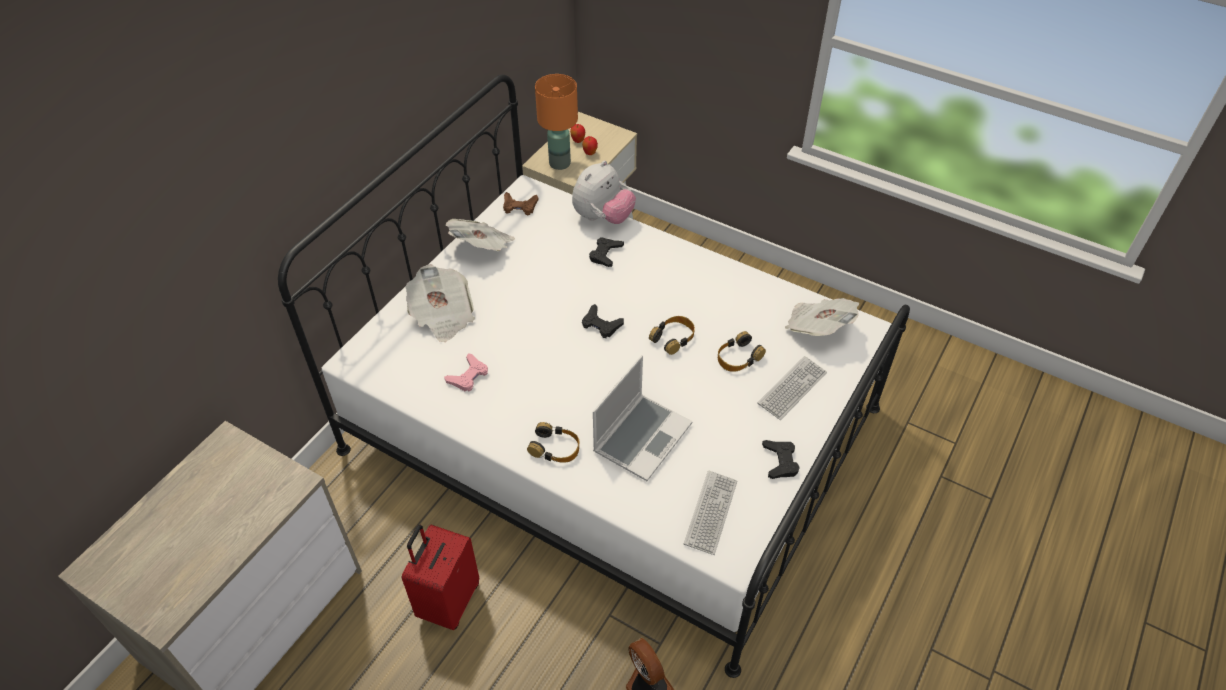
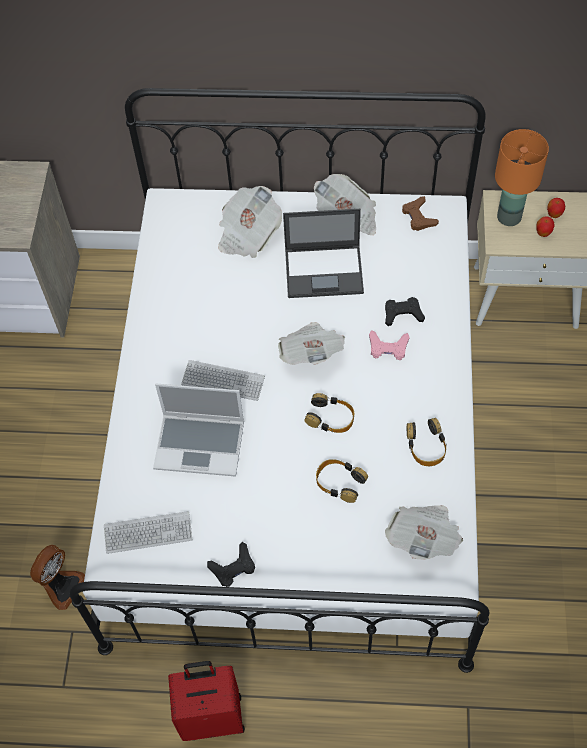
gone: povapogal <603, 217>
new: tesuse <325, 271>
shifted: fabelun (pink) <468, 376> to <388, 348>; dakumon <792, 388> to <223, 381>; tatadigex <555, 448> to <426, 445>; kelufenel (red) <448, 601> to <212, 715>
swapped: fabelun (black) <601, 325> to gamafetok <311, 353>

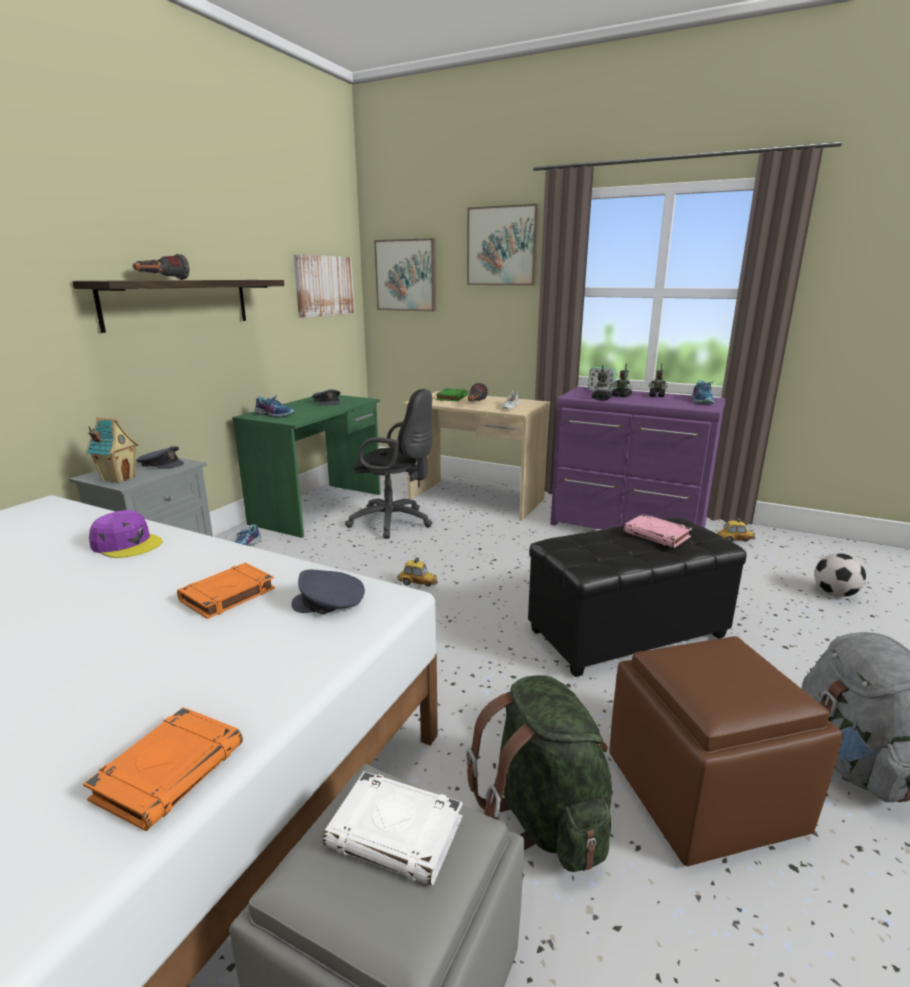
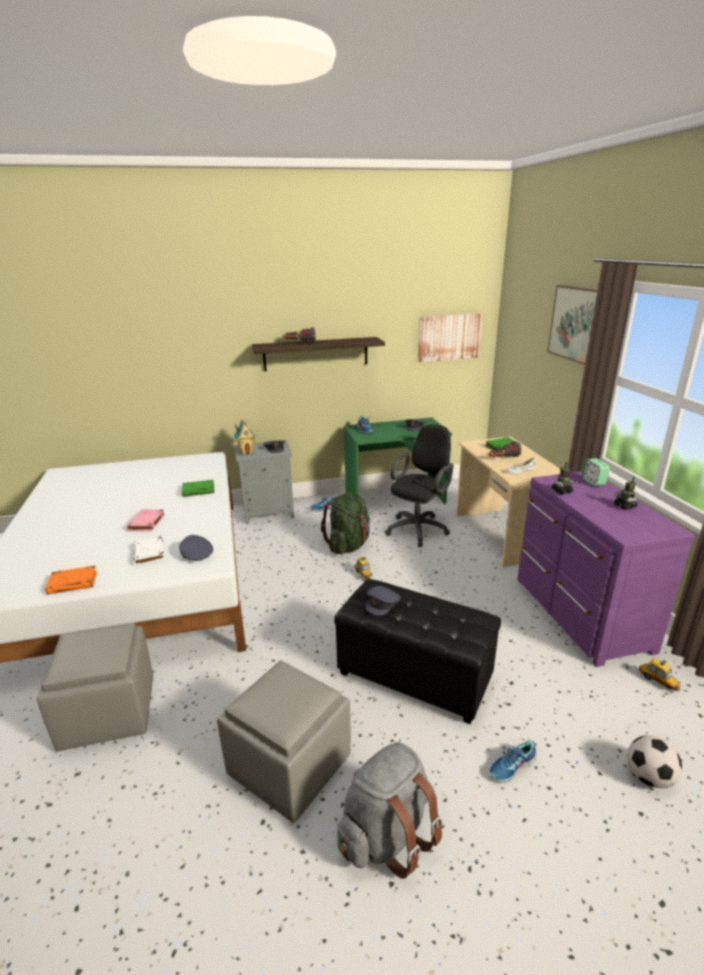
gone: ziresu <406, 275>; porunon <621, 396>; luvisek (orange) <227, 595>
new: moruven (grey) <382, 603>
shifted: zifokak <702, 401> to <513, 767>; luvisek (pink) <657, 535> to <146, 523>; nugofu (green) <544, 817> to <348, 545>; luvisek (white) <397, 833> to <149, 553>
swapped: moruven (purple) <127, 544> to luvisek (green) <199, 490>
repainted: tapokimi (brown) <702, 795> to tapokimi (grey) <288, 765>
rotated: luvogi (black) <394, 522> = <419, 528> 120 degrees counterclockwise

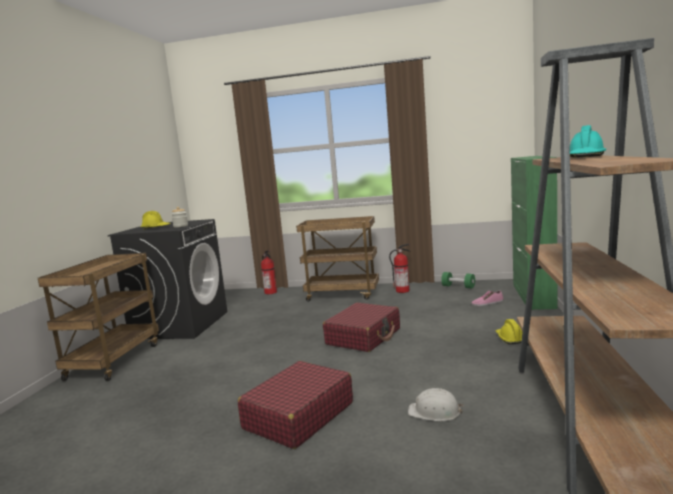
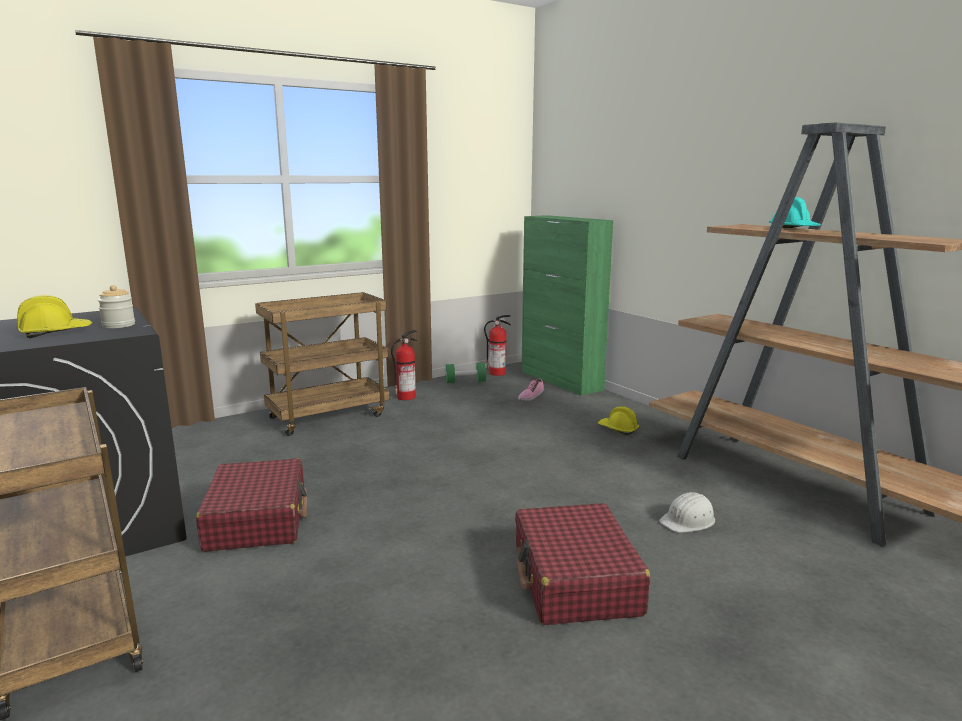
shifted: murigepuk <271, 292> to <498, 373>; kelufenel (red) <364, 337> to <257, 519>

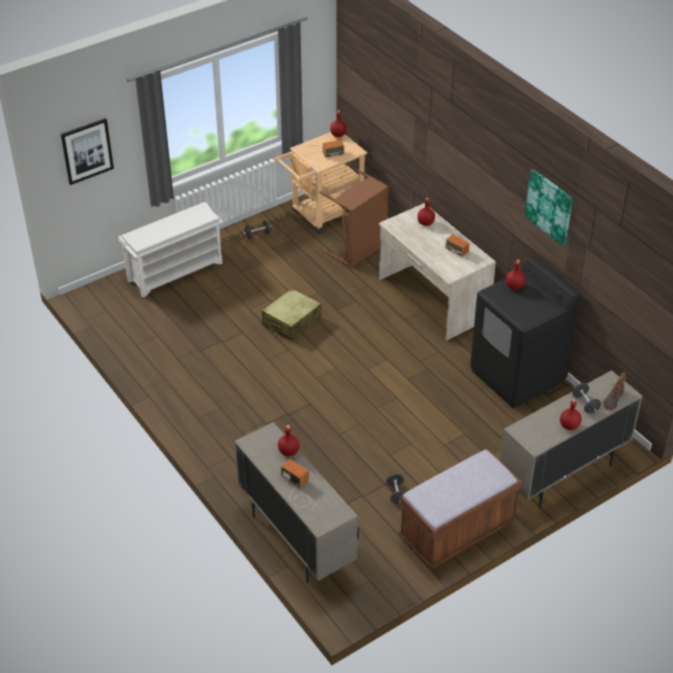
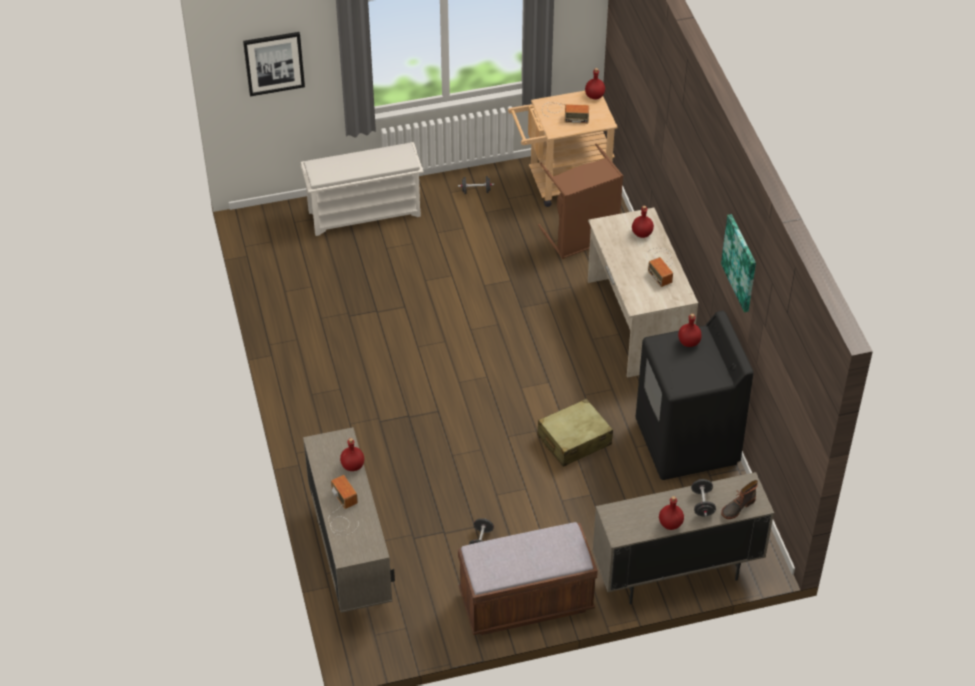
shifted: kelufenel (beige) <291, 321> to <574, 440>

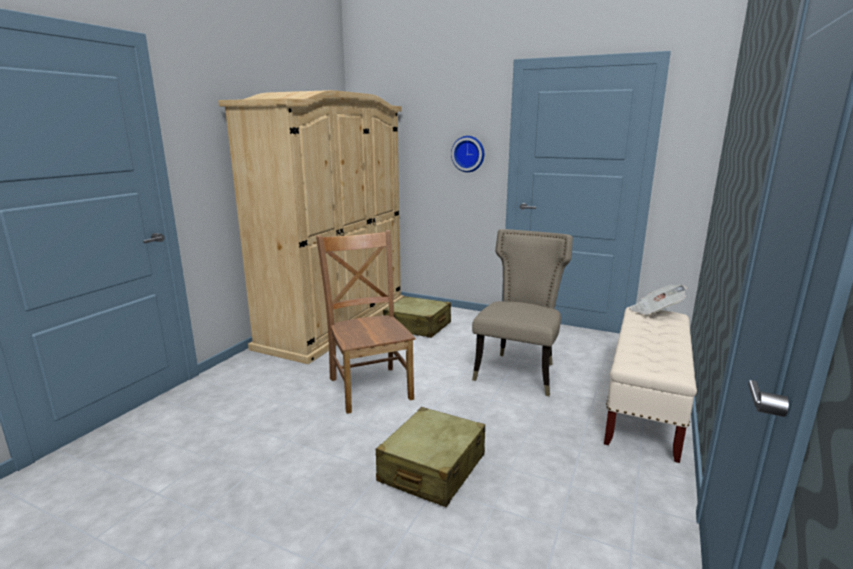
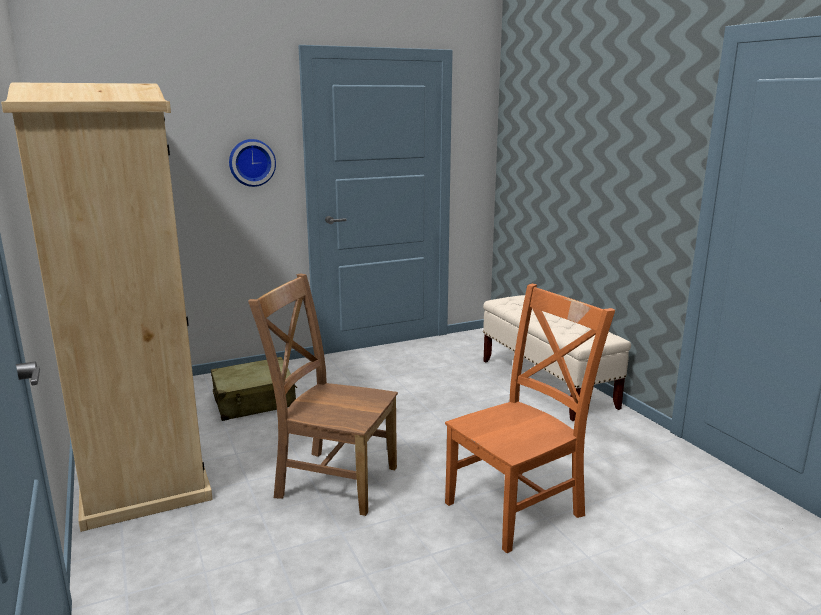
gone: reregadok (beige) <519, 371>; gamafetok <655, 312>
swapped: kelufenel (beige) <432, 469> to reregadok (orange) <518, 507>

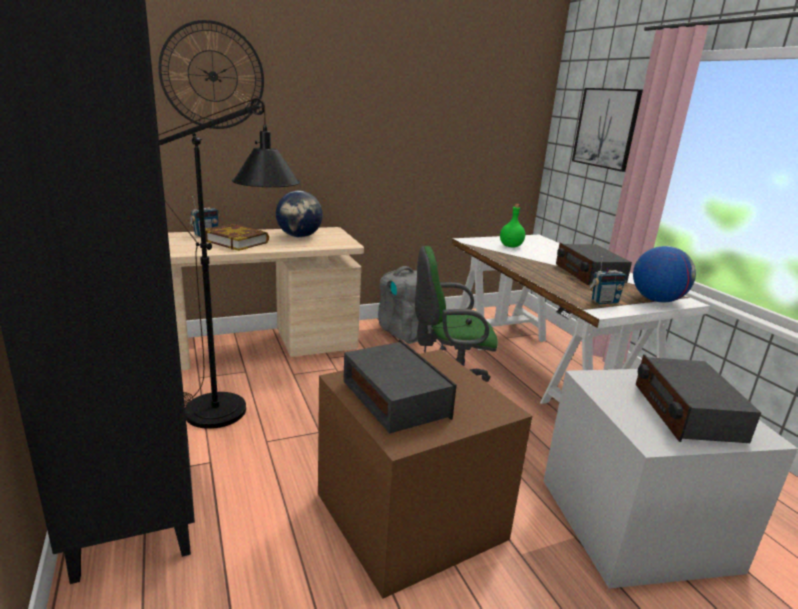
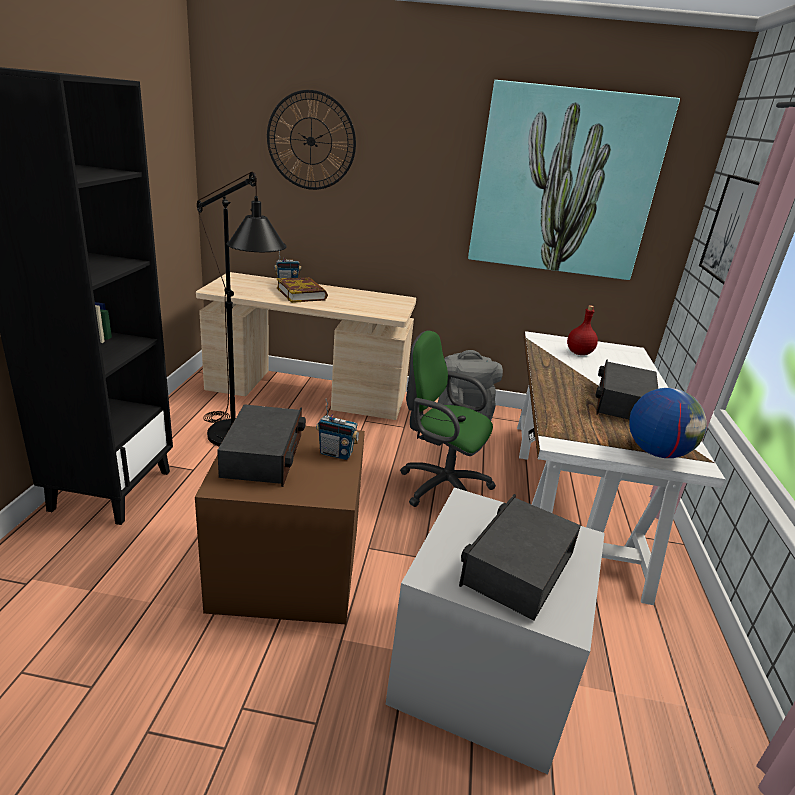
gone: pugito <299, 236>
new: ziresu <564, 183>
shifted: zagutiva <604, 301> to <336, 453>
repainted: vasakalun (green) <511, 246> to vasakalun (red) <579, 353>

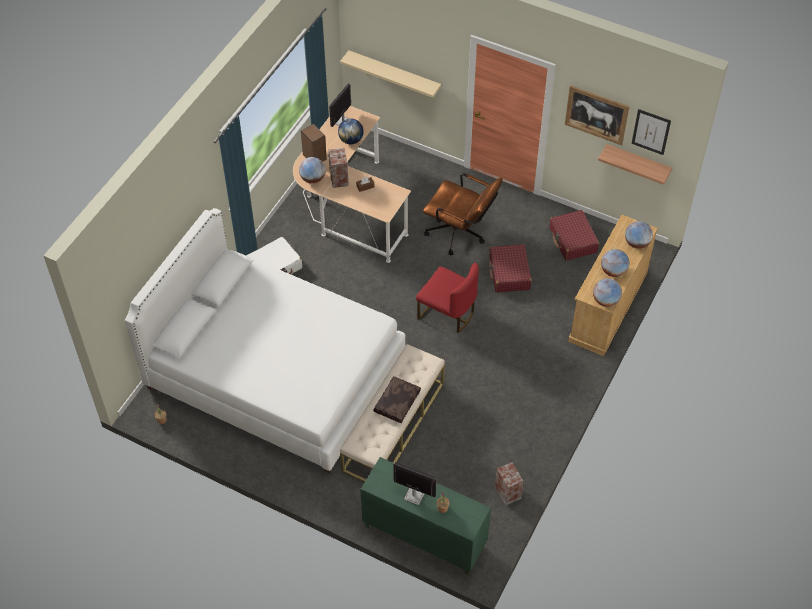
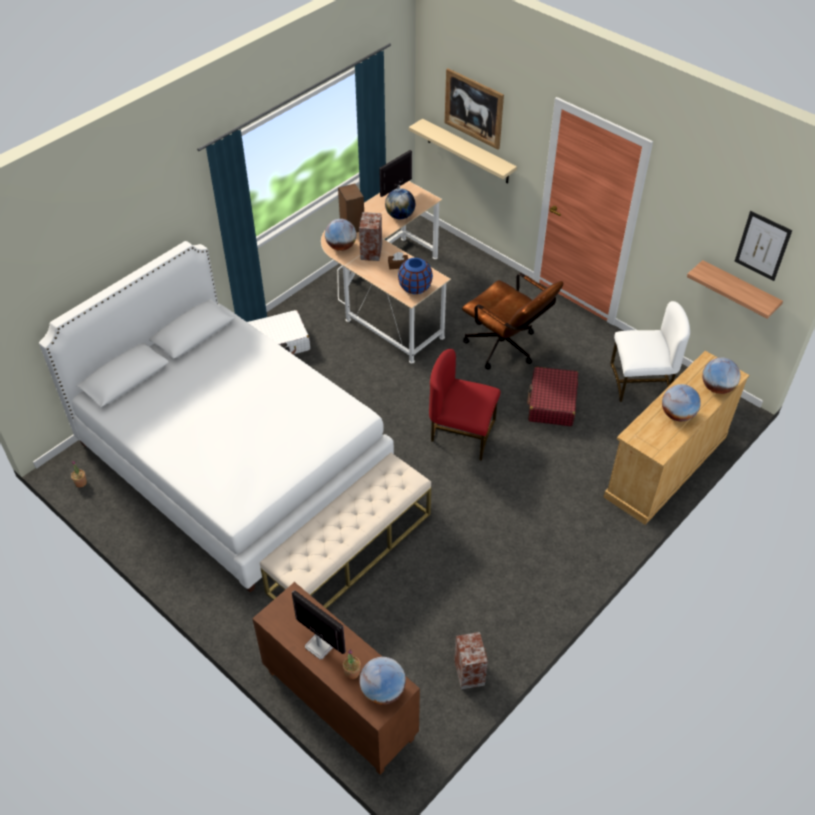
gone: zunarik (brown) <396, 402>
new: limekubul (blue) <415, 288>
shifted: ziresu <596, 114> to <473, 108>; pugito <605, 301> to <382, 691>
swapped: kelufenel (red) <573, 240> to reregadok (white) <641, 381>
repainted: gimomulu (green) <423, 536> to gimomulu (brown) <338, 705>
rotated: reregadok (red) <447, 313> = <462, 433> 150 degrees clockwise

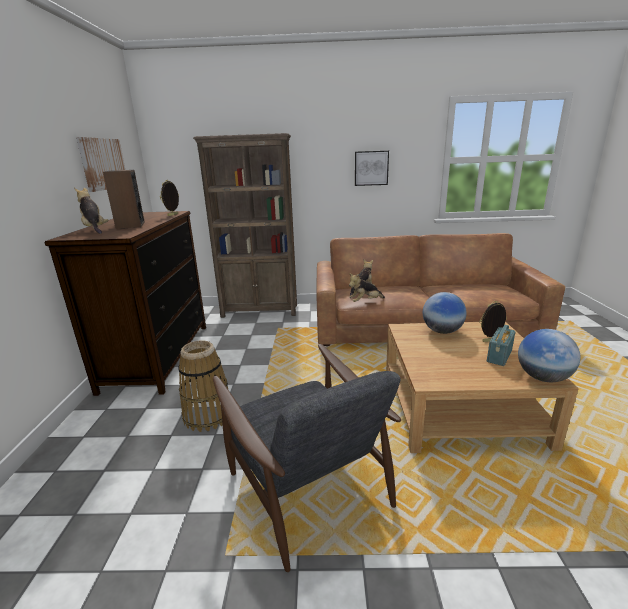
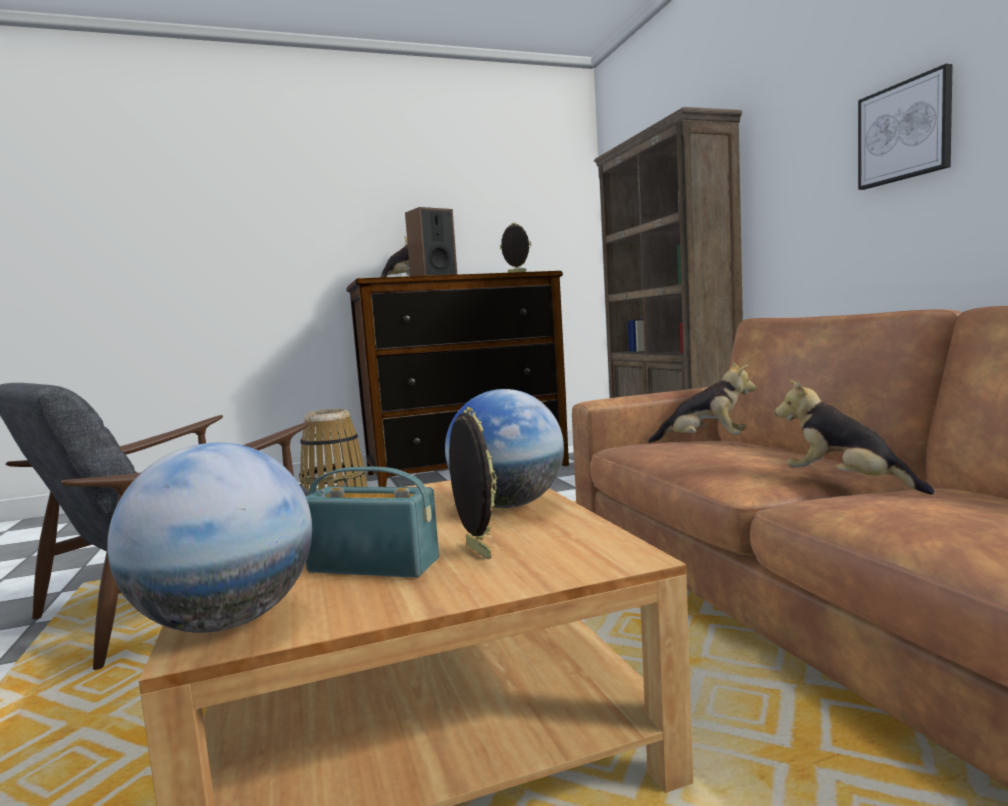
gone: ziresu <103, 164>
shifted: povapogal <365, 302> to <846, 483>

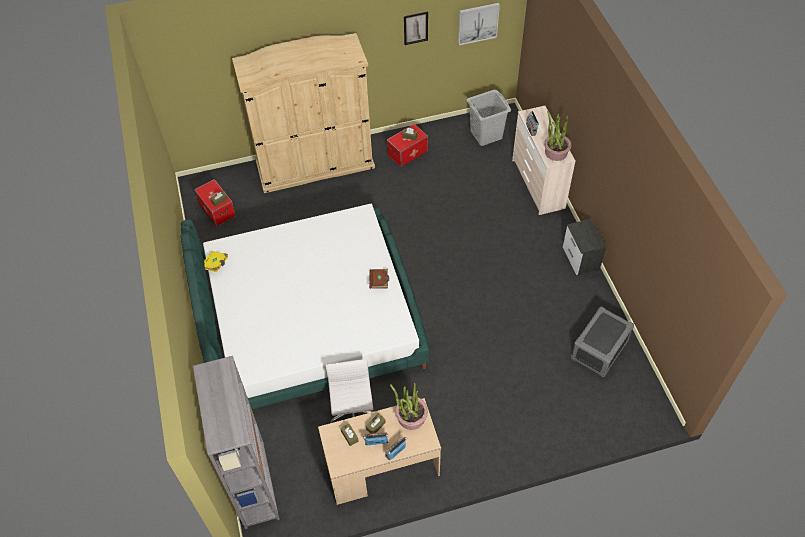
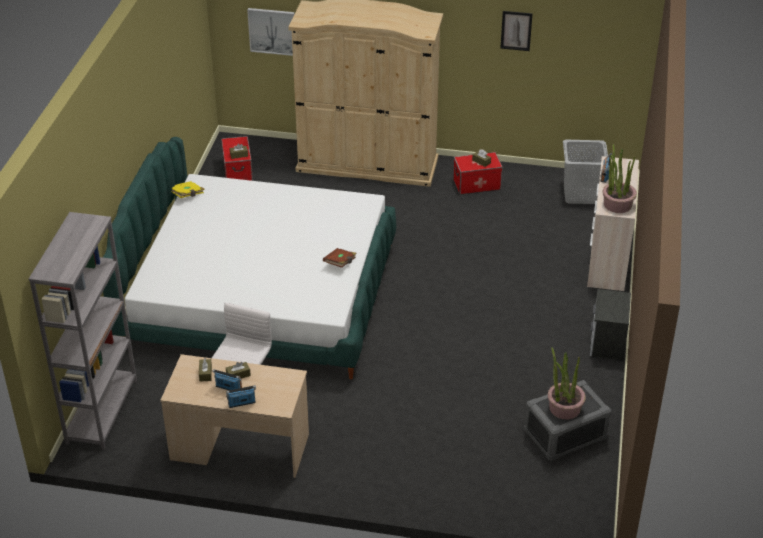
shifted: ziresu <478, 23> to <272, 31>; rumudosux <411, 417> to <564, 408>

